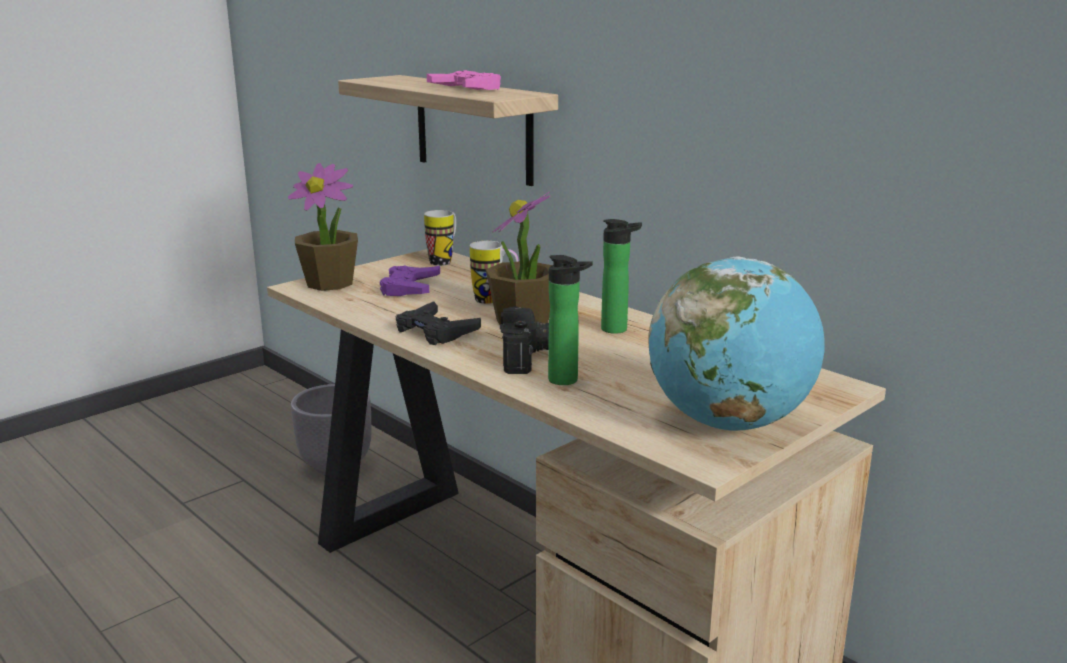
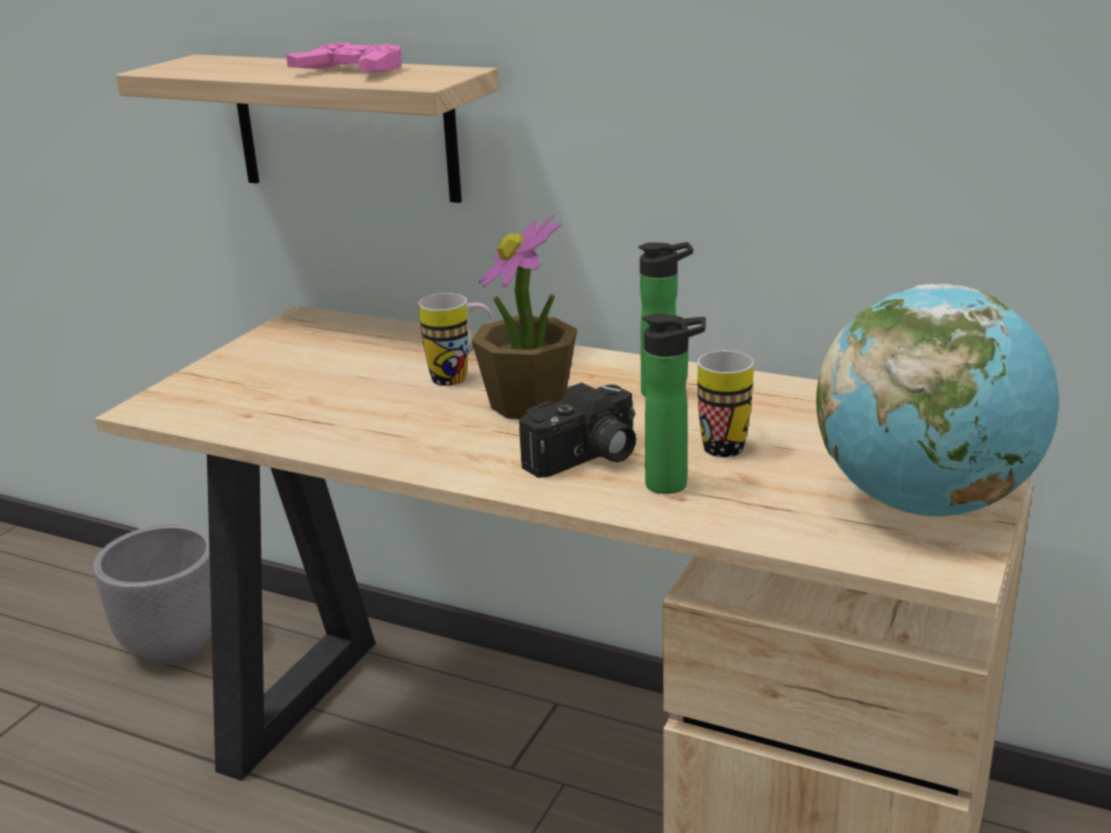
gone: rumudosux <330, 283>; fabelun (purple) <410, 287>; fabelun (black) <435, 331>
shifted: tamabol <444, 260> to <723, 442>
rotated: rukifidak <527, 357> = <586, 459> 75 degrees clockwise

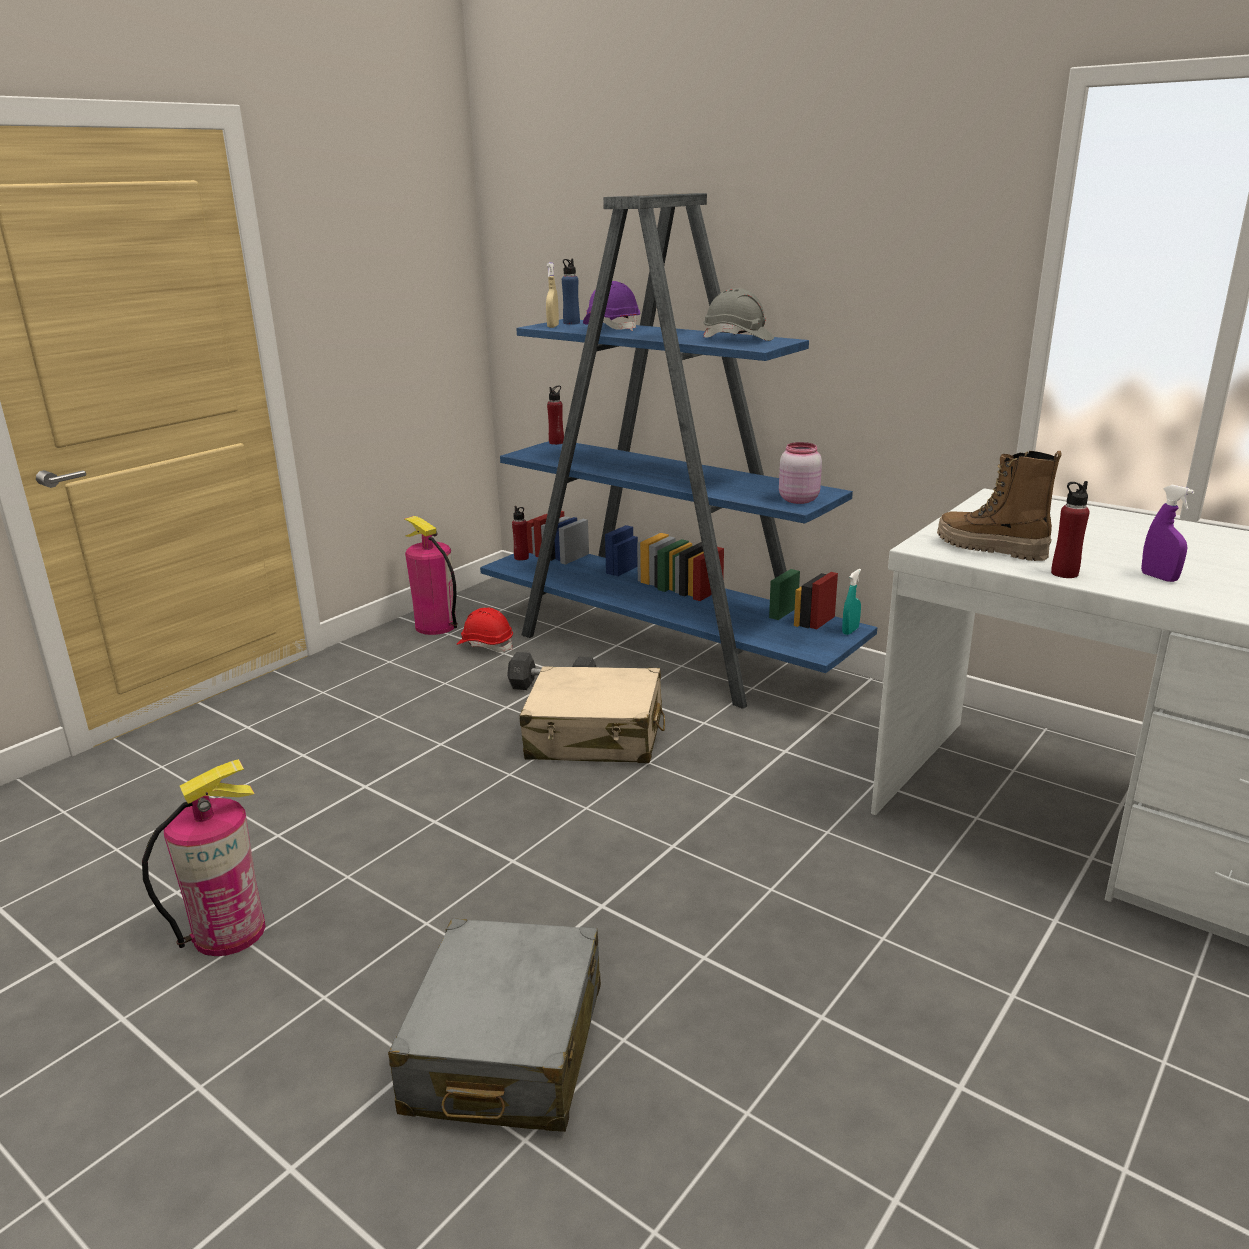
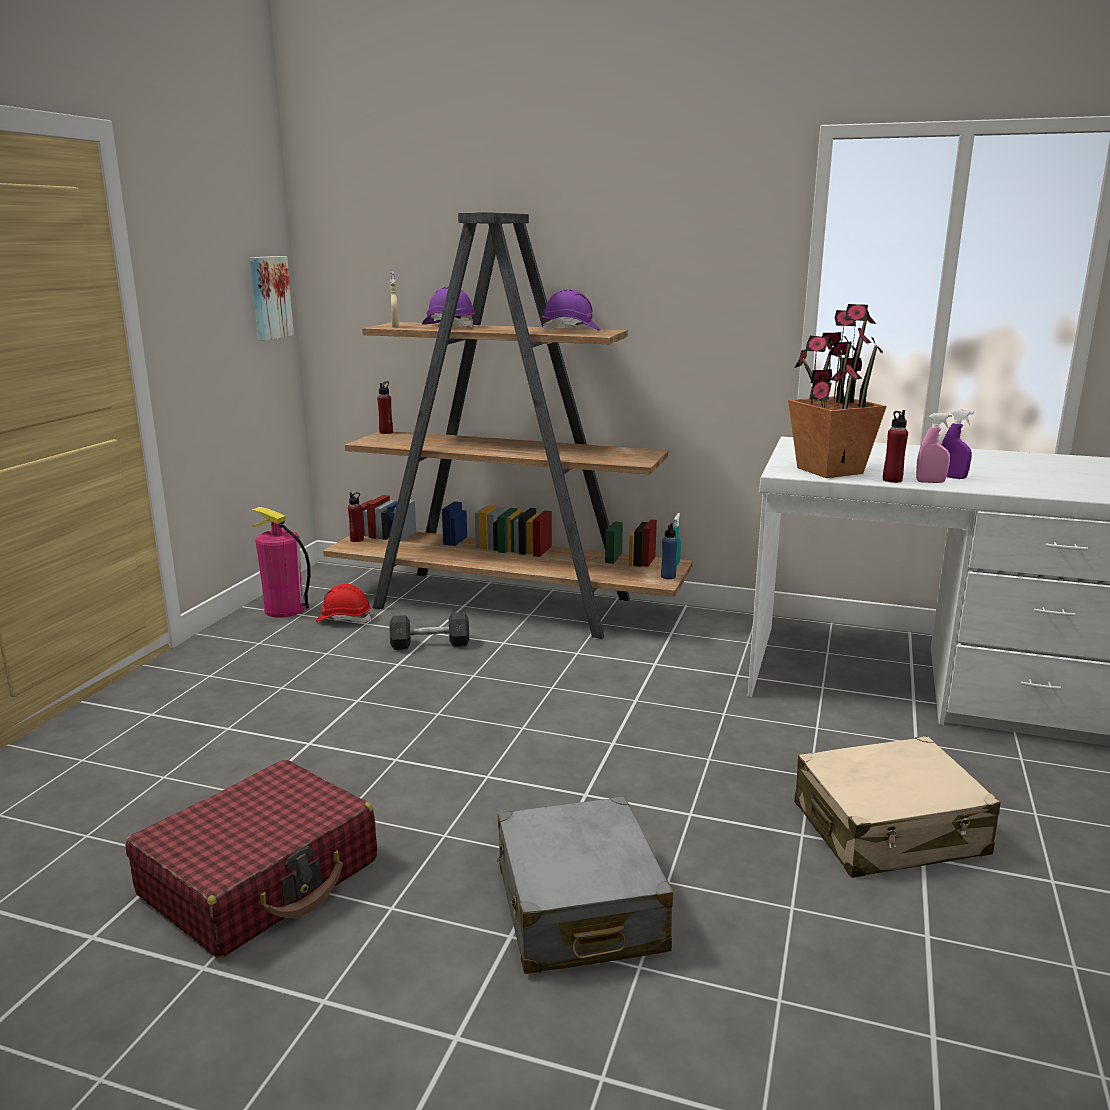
gone: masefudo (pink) <798, 499>
new: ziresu <269, 297>; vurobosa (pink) <930, 482>
shifted: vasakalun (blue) <571, 323> to <668, 576>; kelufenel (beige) <595, 736> to <889, 830>
swapped: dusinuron <991, 549> to rumudosux <828, 470>; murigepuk <229, 932> to kelufenel (red) <261, 878>
repainted: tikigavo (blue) <664, 649> to tikigavo (brown) <507, 604>; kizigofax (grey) <738, 339> to kizigofax (purple) <571, 330>

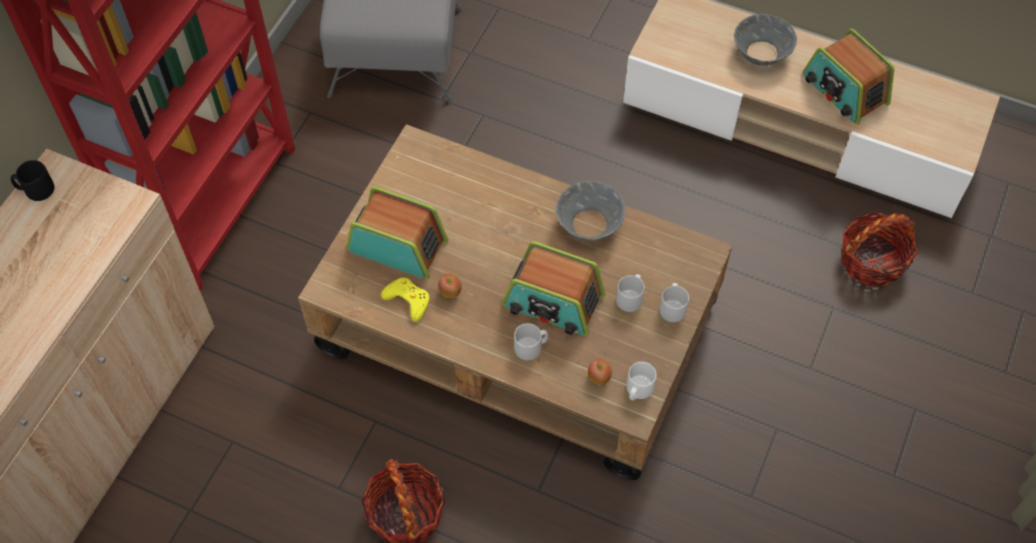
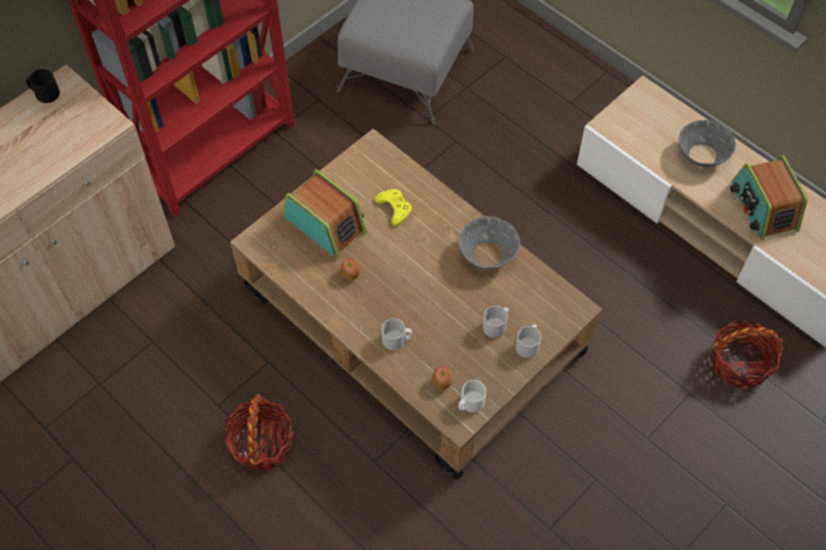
gone: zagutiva <553, 302>
shifted: fabelun (yellow) <407, 300> to <394, 208>

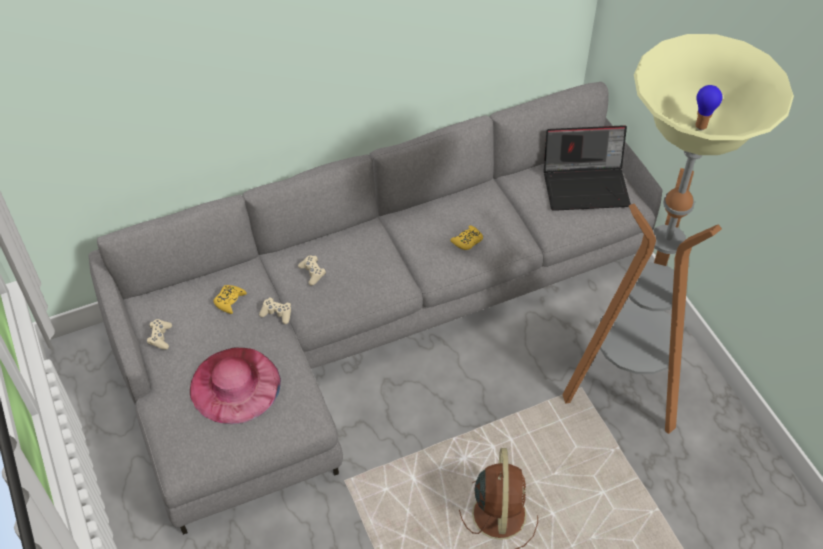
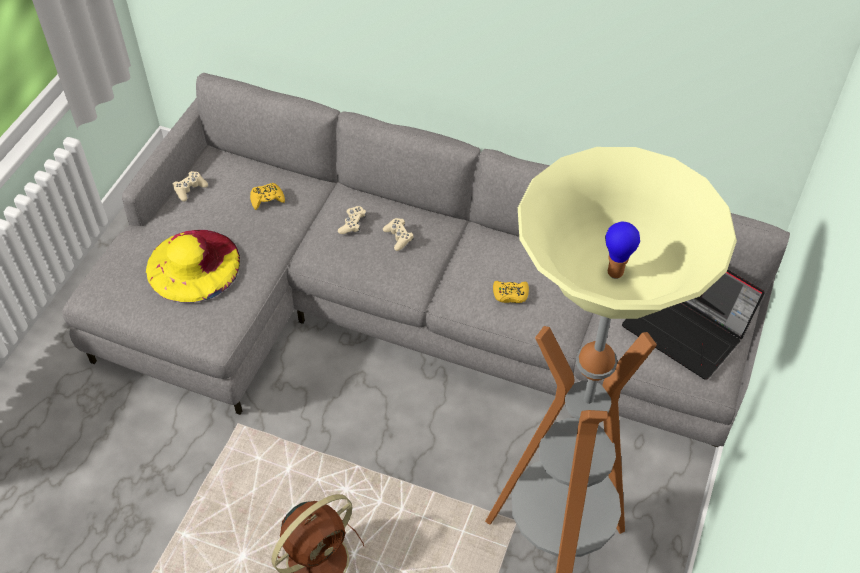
shifted: fabelun (beige) <277, 313> to <398, 237>
repainted: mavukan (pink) <235, 385> to mavukan (yellow) <193, 265>

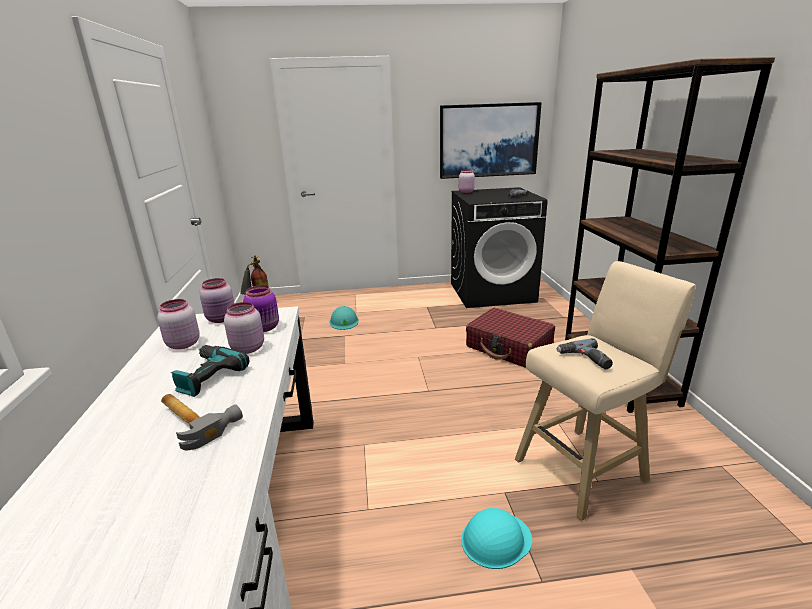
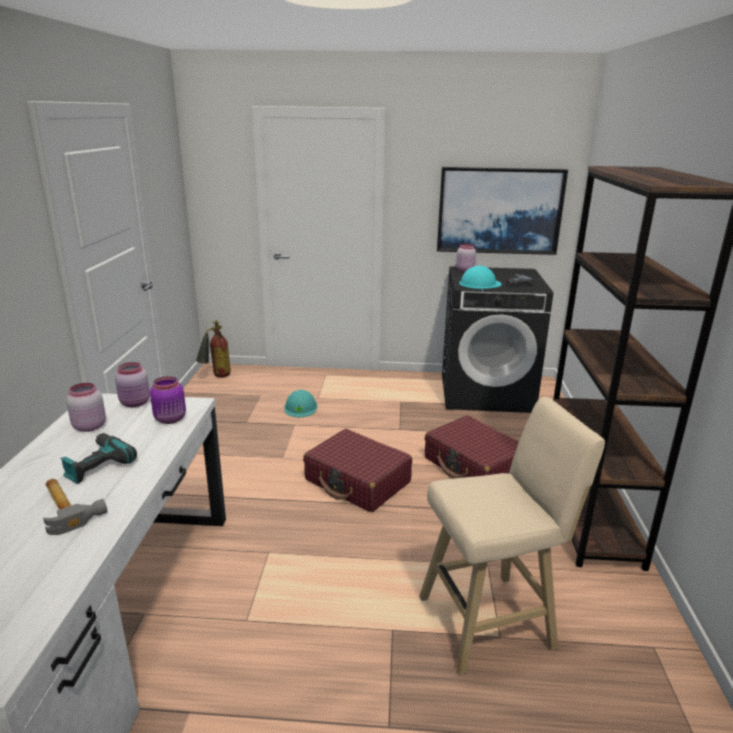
gone: masefudo (pink) <248, 348>; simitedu <584, 359>
new: kelufenel (red) <357, 481>
shifted: kizigofax (turquoise) <495, 539> to <479, 283>

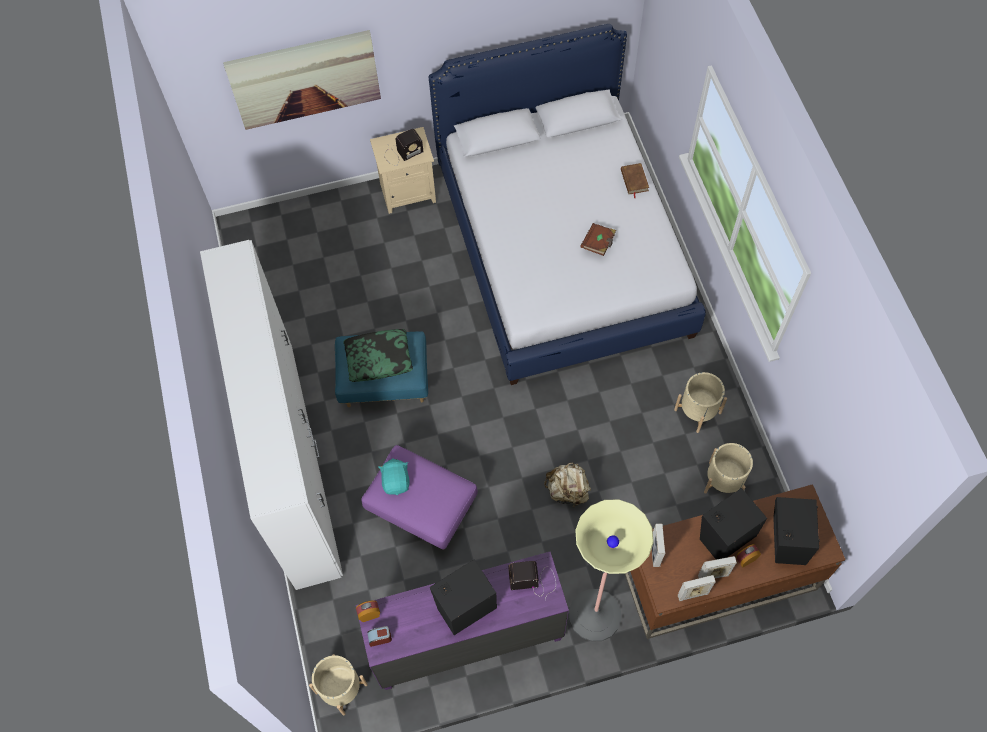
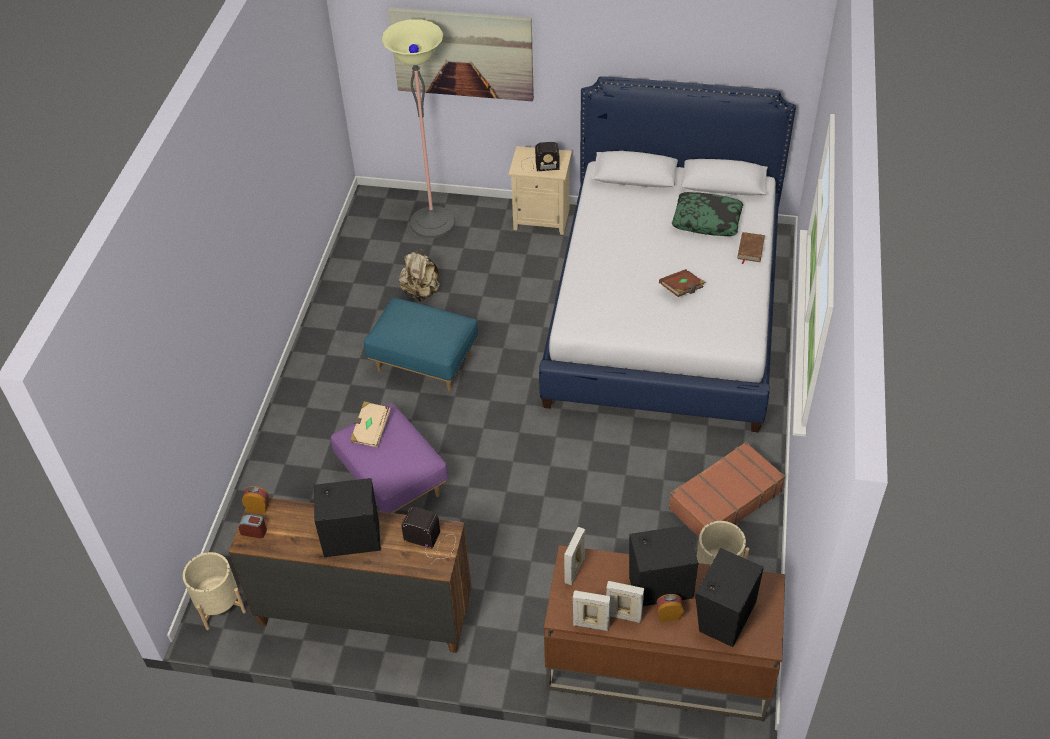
gone: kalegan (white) <293, 461>
shifted: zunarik <379, 358> to <707, 220>; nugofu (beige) <567, 491> to <421, 292>; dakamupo <594, 615> to <432, 223>
swapped: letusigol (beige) <697, 411> to kelufenel (brown) <724, 500>; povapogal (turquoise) <396, 481> to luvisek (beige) <371, 430>
repainted: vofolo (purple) <466, 638> to vofolo (brown) <364, 611>

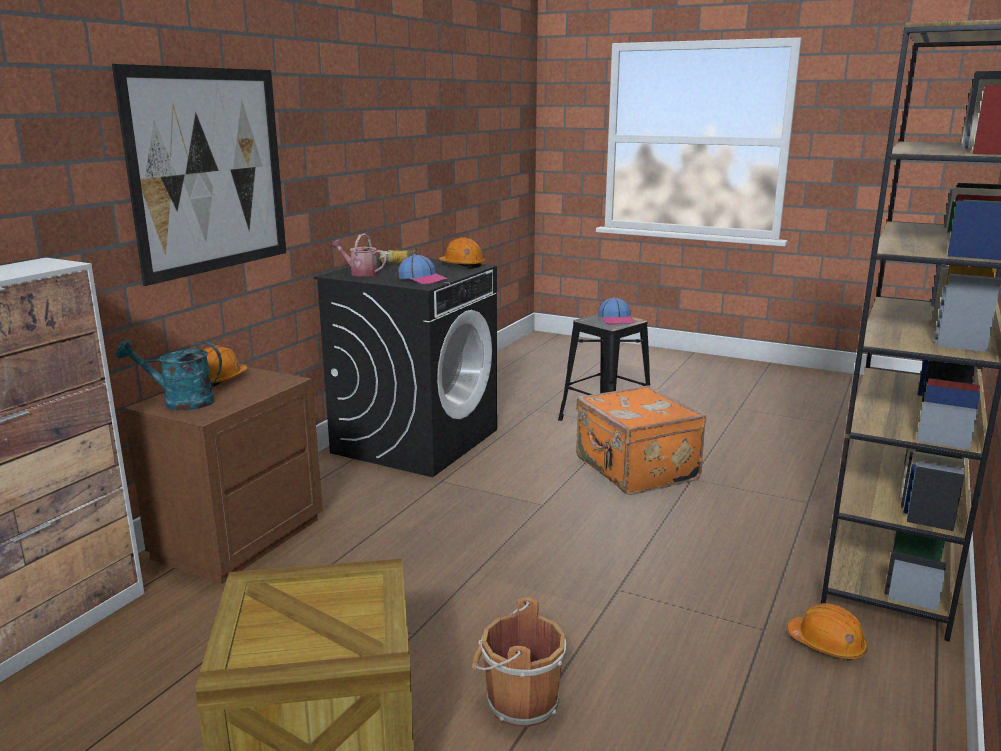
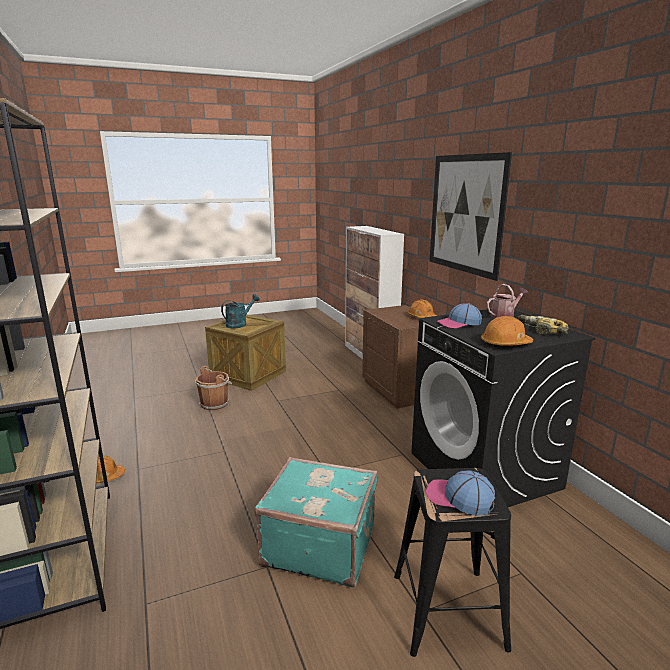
shifted: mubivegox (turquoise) <179, 402> to <239, 324>
repainted: kelufenel (orange) <635, 470> to kelufenel (turquoise) <320, 544>

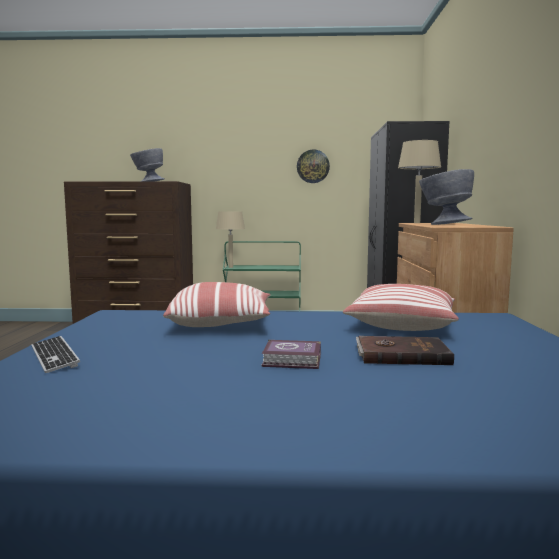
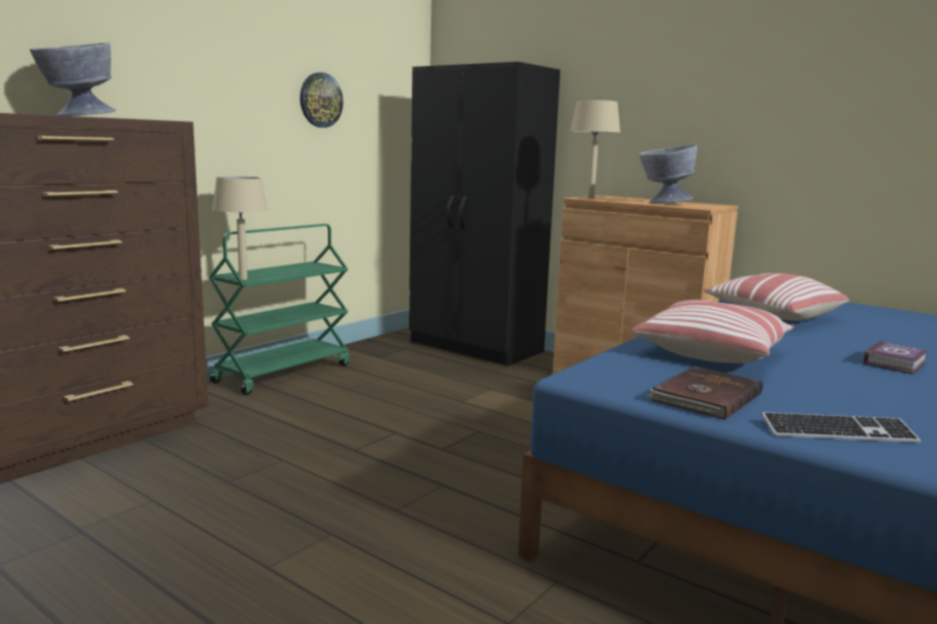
shifted: luvisek (brown) <401, 354> to <705, 397>

